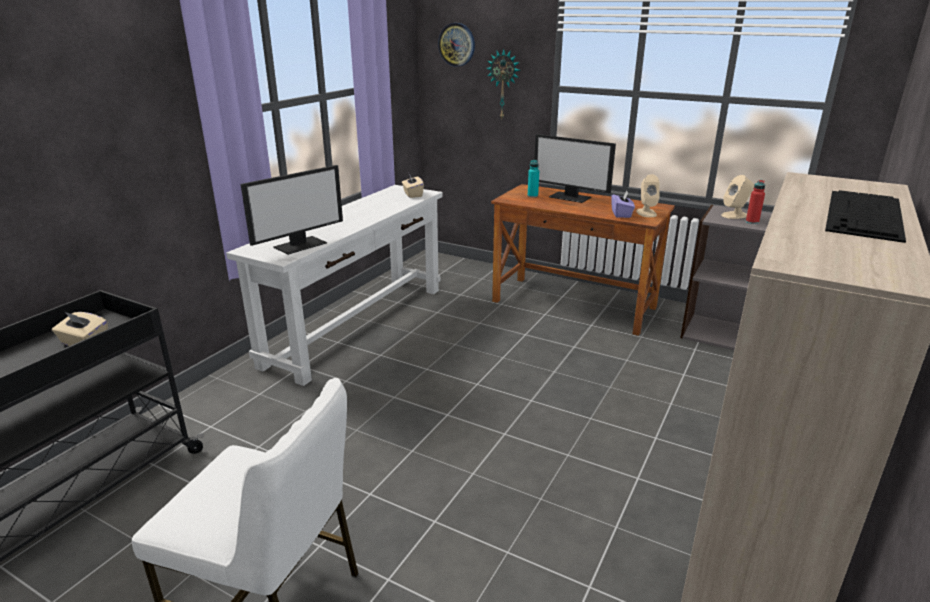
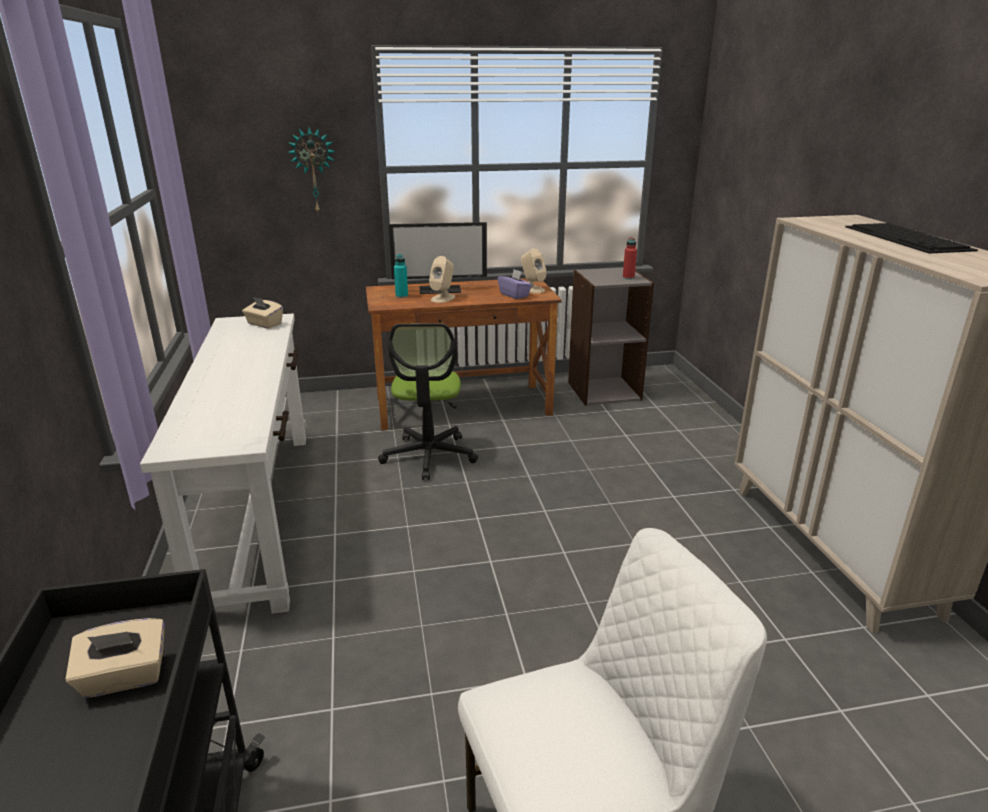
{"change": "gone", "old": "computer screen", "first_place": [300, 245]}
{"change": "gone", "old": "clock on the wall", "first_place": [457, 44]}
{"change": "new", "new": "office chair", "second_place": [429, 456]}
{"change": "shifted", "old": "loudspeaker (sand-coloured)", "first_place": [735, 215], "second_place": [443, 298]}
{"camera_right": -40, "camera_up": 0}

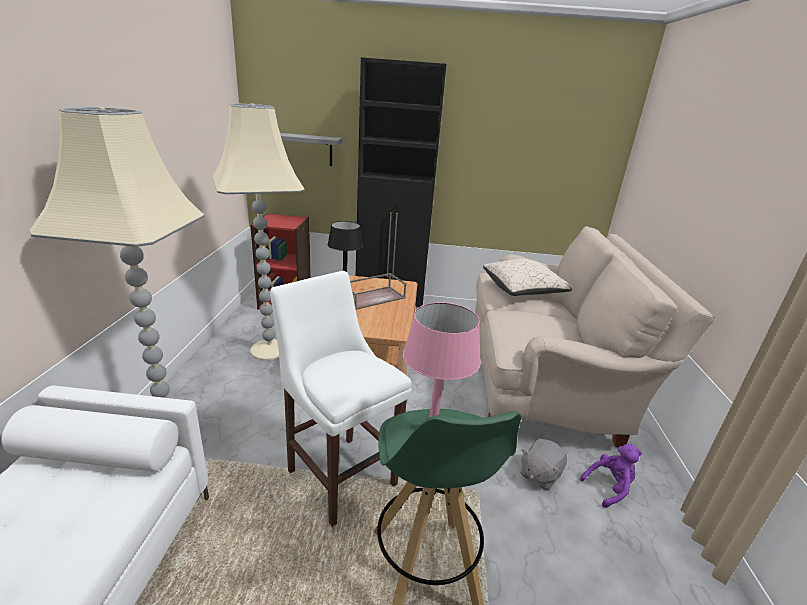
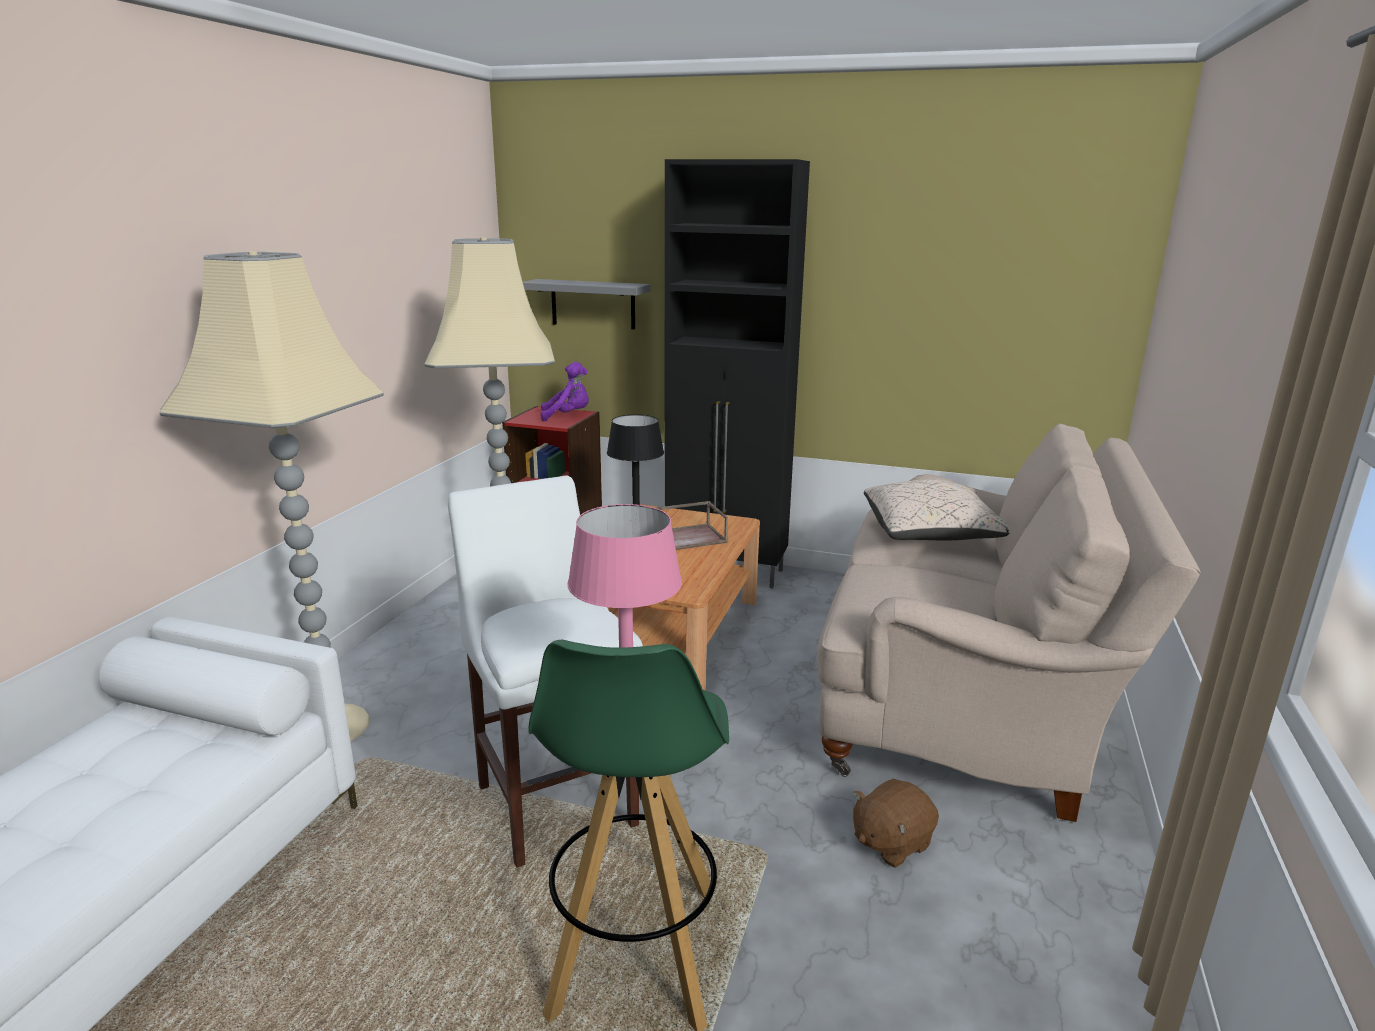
{"change": "shifted", "old": "plush toy (purple-coloured)", "first_place": [609, 487], "second_place": [567, 416]}
{"change": "repainted", "old": "plush toy (greyish)", "new": "plush toy (brownish)", "first_place": [539, 474], "second_place": [890, 842]}
{"camera_right": 15, "camera_up": -5}

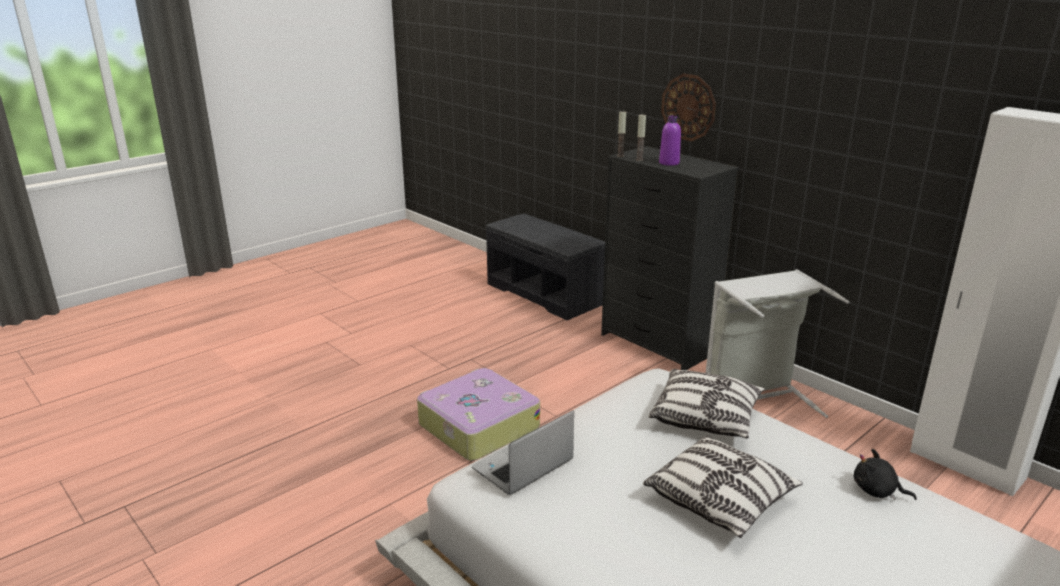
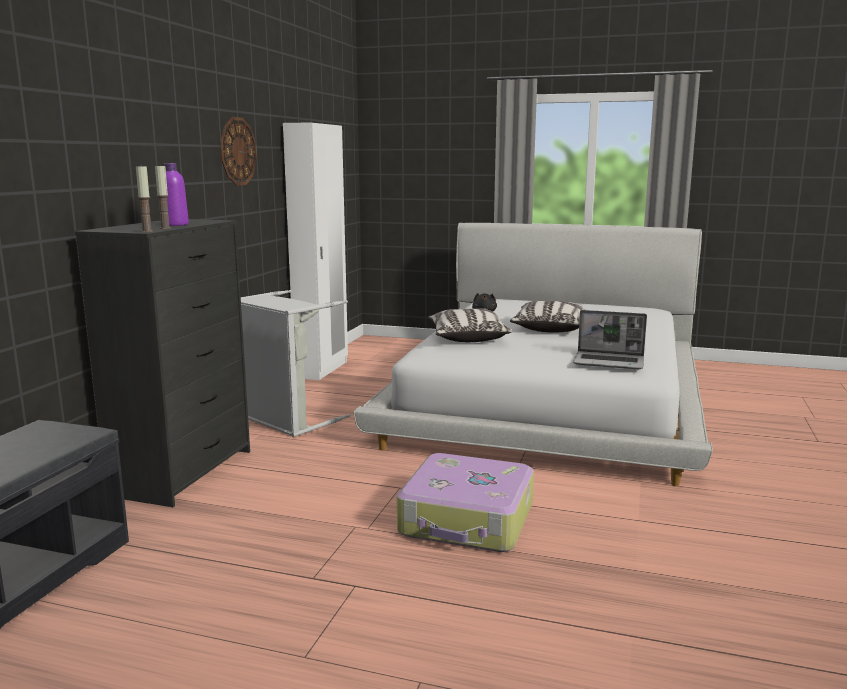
{"change": "shifted", "old": "clock on the wall", "first_place": [688, 107], "second_place": [237, 151]}
{"camera_right": -120, "camera_up": -10}

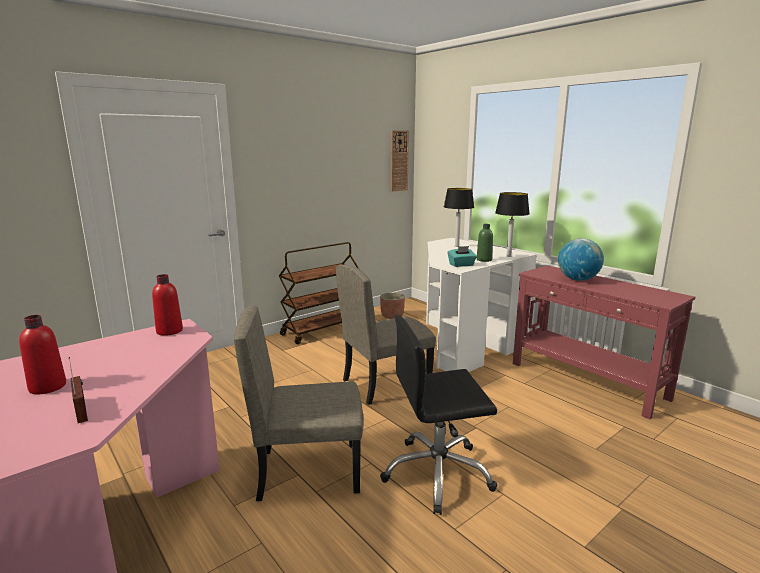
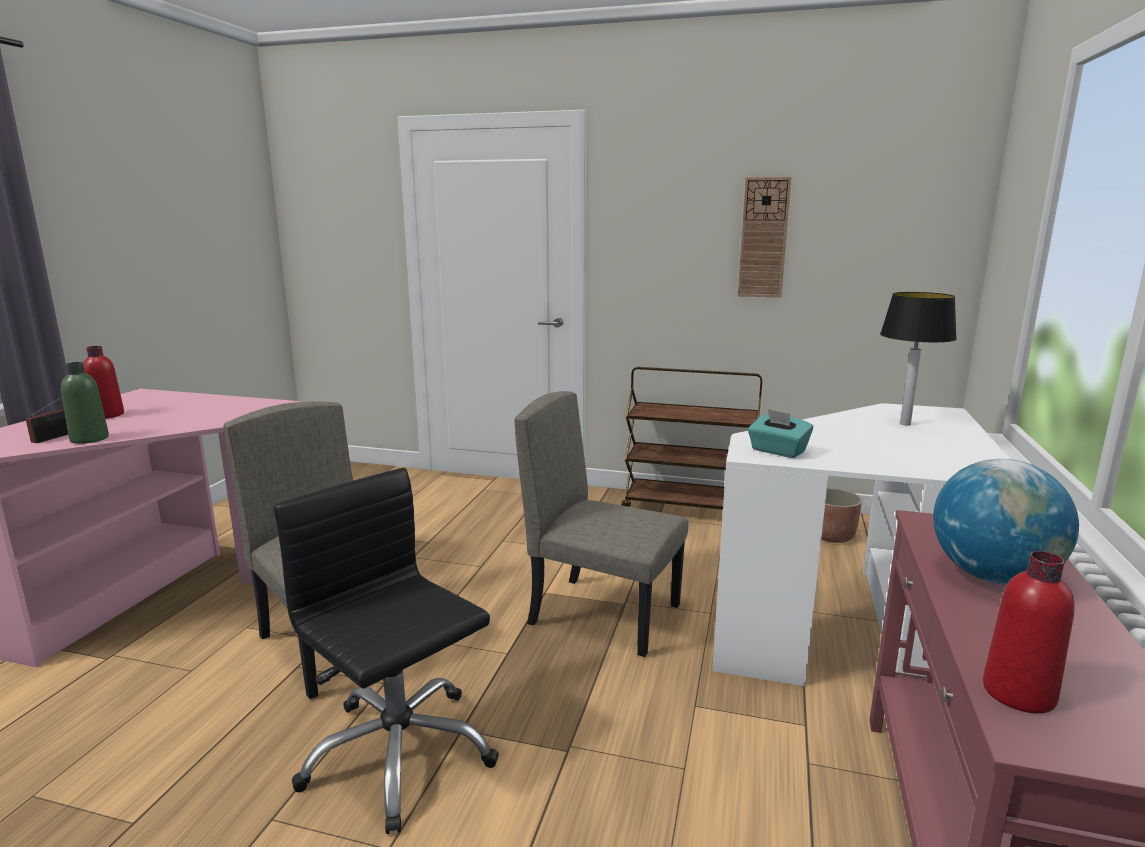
{"change": "gone", "old": "table lamp", "first_place": [508, 256]}
{"change": "shifted", "old": "bottle (red-coloured)", "first_place": [169, 331], "second_place": [1018, 693]}
{"change": "shifted", "old": "clock on the wall", "first_place": [399, 161], "second_place": [763, 238]}
{"change": "shifted", "old": "bottle (greenish)", "first_place": [484, 260], "second_place": [89, 439]}
{"camera_right": 55, "camera_up": 0}

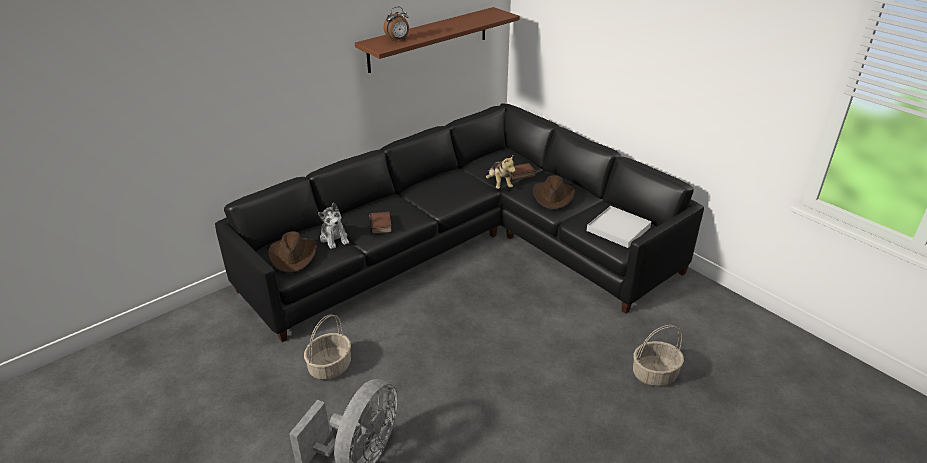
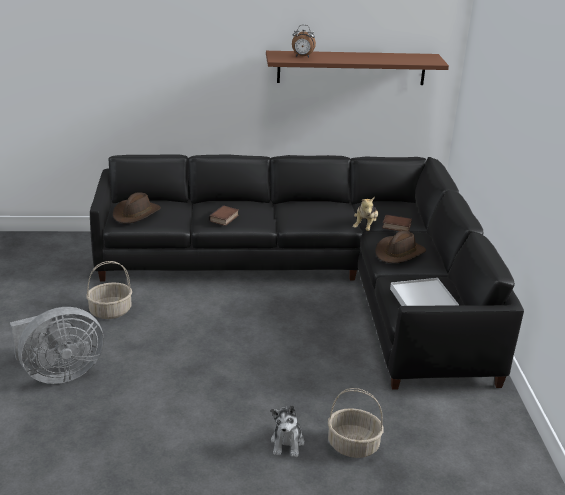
{"change": "shifted", "old": "plush toy", "first_place": [334, 239], "second_place": [287, 443]}
{"camera_right": 35, "camera_up": -5}

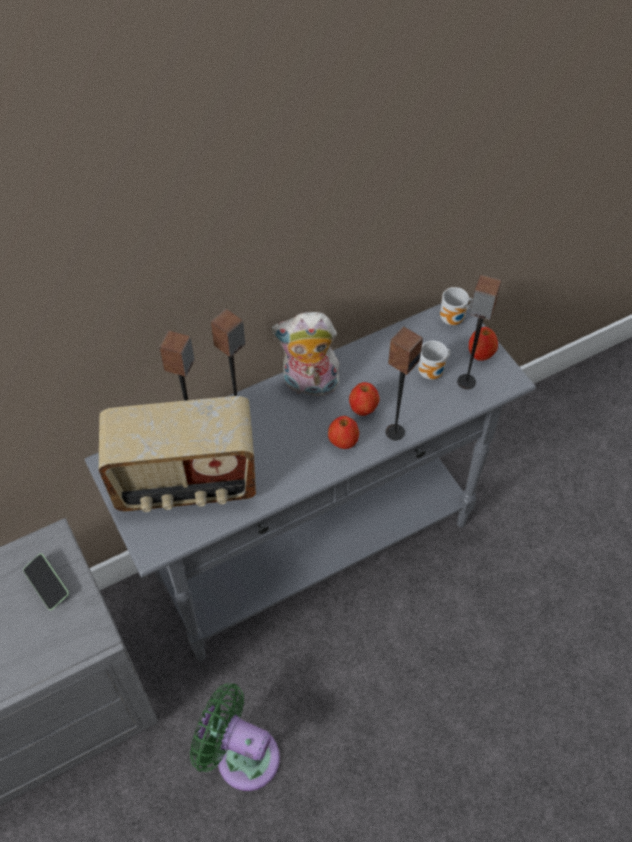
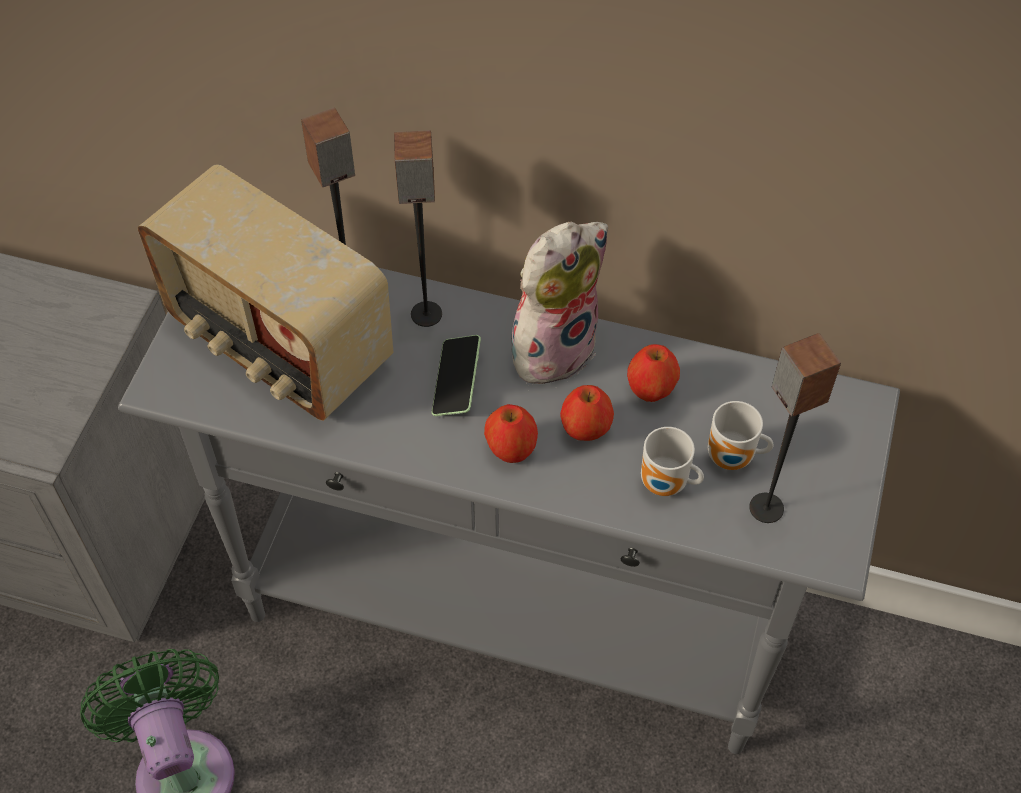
{"change": "gone", "old": "loudspeaker", "first_place": [394, 432]}
{"change": "shifted", "old": "handset", "first_place": [47, 585], "second_place": [456, 382]}
{"change": "shifted", "old": "coffee mug", "first_place": [453, 320], "second_place": [666, 485]}
{"change": "shifted", "old": "apple", "first_place": [480, 354], "second_place": [651, 390]}
{"change": "rotated", "old": "plush toy", "first_place": [309, 385], "second_place": [552, 346], "degrees": 90}
{"camera_right": 45, "camera_up": 0}

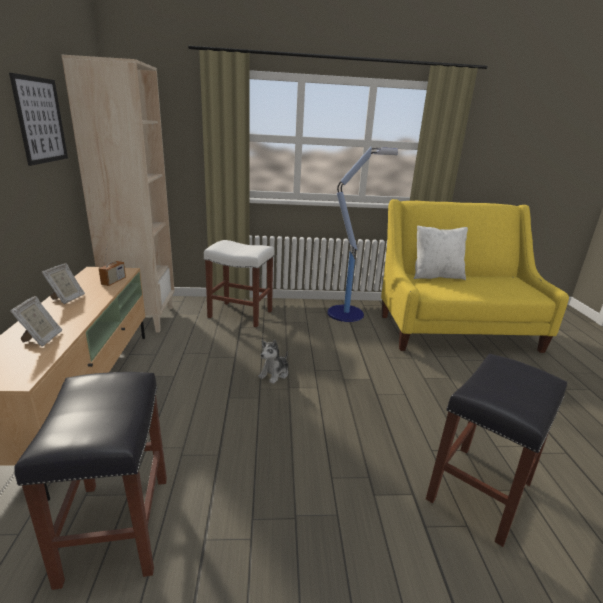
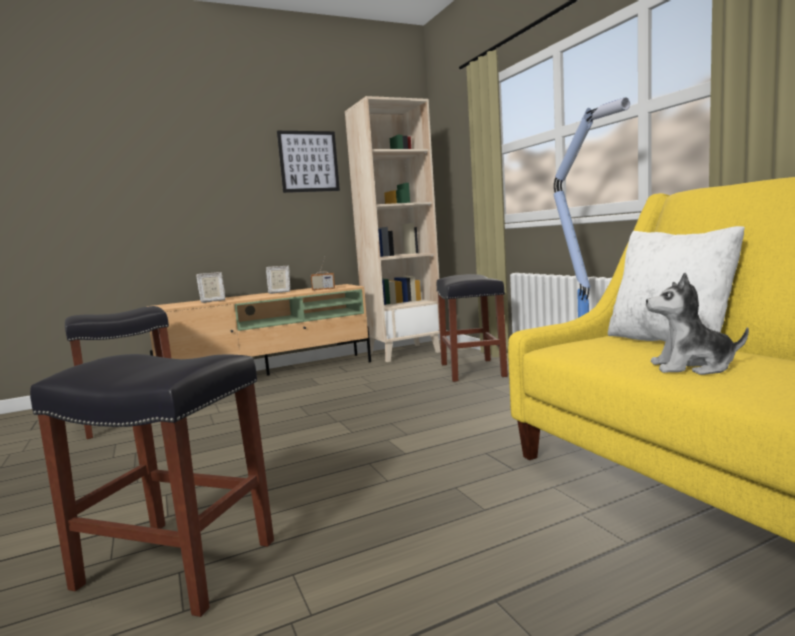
{"change": "shifted", "old": "plush toy", "first_place": [274, 374], "second_place": [692, 367]}
{"change": "repainted", "old": "stool (white)", "new": "stool (blackish)", "first_place": [239, 314], "second_place": [471, 370]}
{"camera_right": 70, "camera_up": -15}

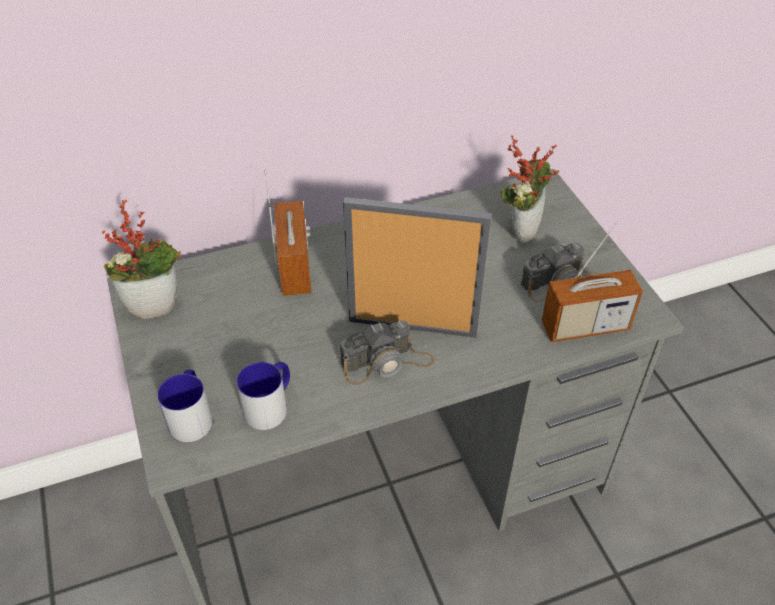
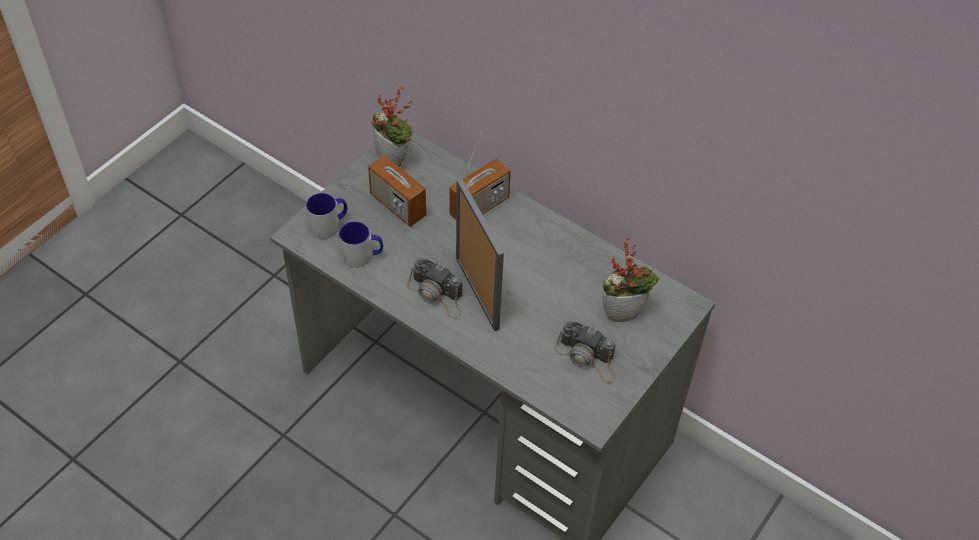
{"change": "shifted", "old": "radio", "first_place": [585, 326], "second_place": [398, 205]}
{"camera_right": 55, "camera_up": 5}

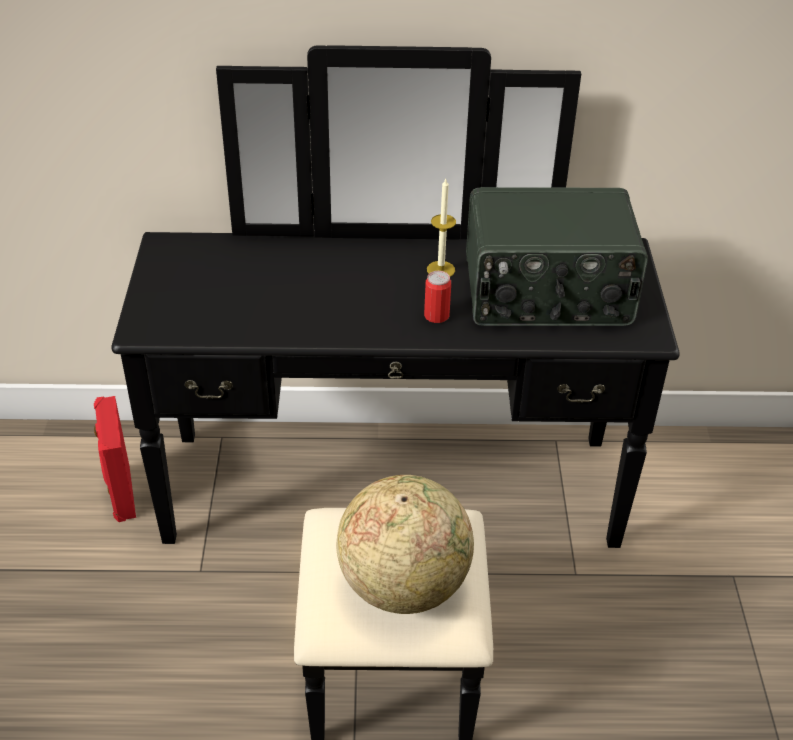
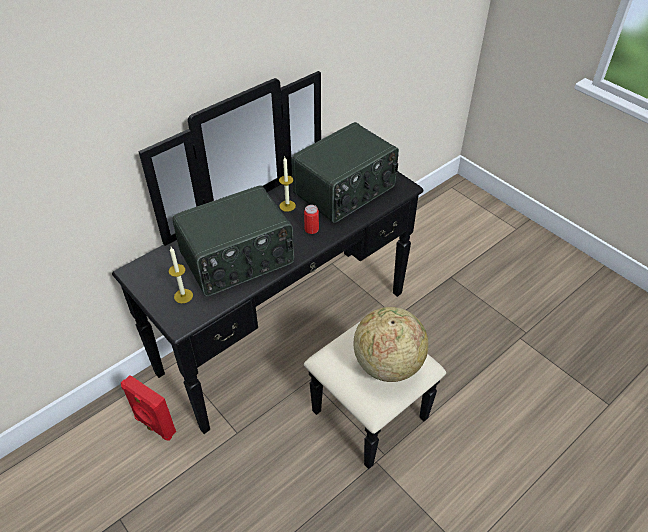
{"change": "new", "new": "wax candle", "second_place": [183, 296]}
{"change": "new", "new": "radio", "second_place": [238, 260]}
{"camera_right": -40, "camera_up": 5}

